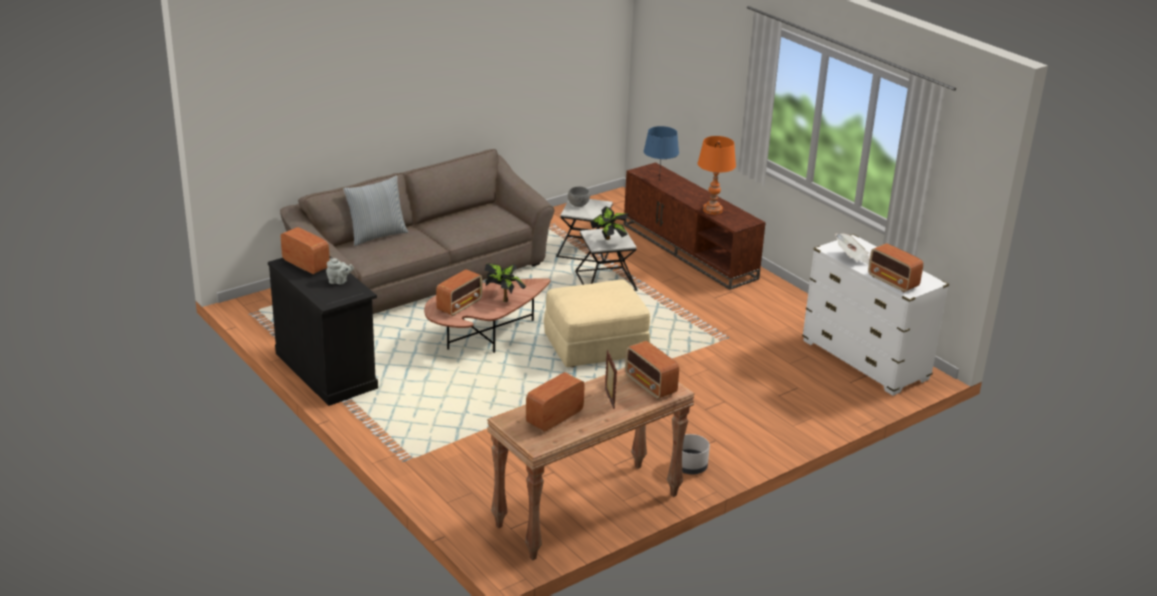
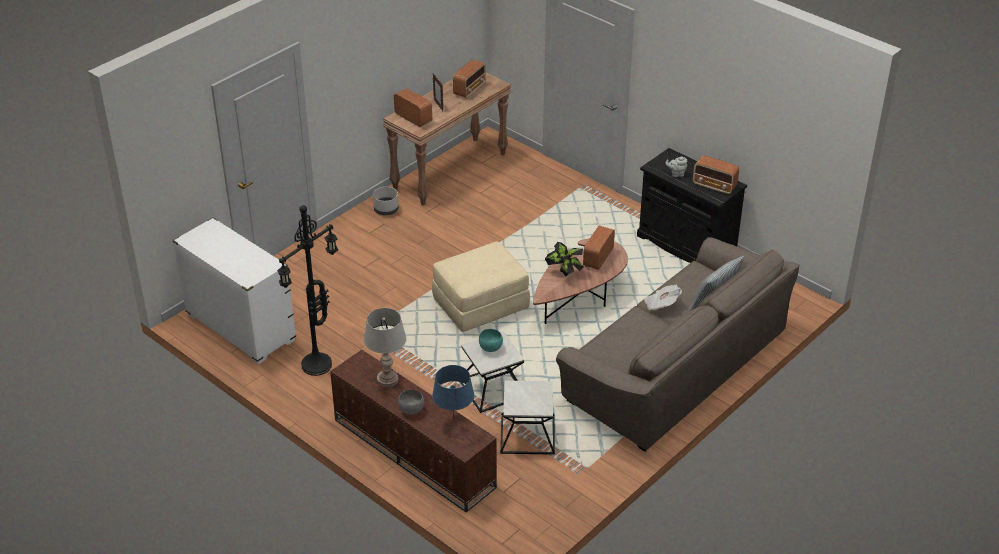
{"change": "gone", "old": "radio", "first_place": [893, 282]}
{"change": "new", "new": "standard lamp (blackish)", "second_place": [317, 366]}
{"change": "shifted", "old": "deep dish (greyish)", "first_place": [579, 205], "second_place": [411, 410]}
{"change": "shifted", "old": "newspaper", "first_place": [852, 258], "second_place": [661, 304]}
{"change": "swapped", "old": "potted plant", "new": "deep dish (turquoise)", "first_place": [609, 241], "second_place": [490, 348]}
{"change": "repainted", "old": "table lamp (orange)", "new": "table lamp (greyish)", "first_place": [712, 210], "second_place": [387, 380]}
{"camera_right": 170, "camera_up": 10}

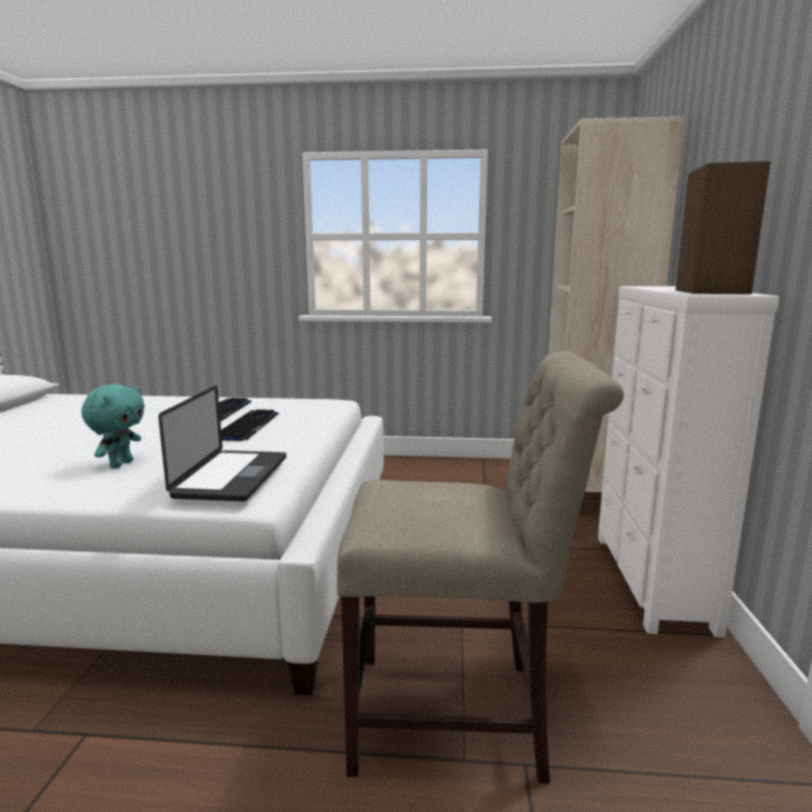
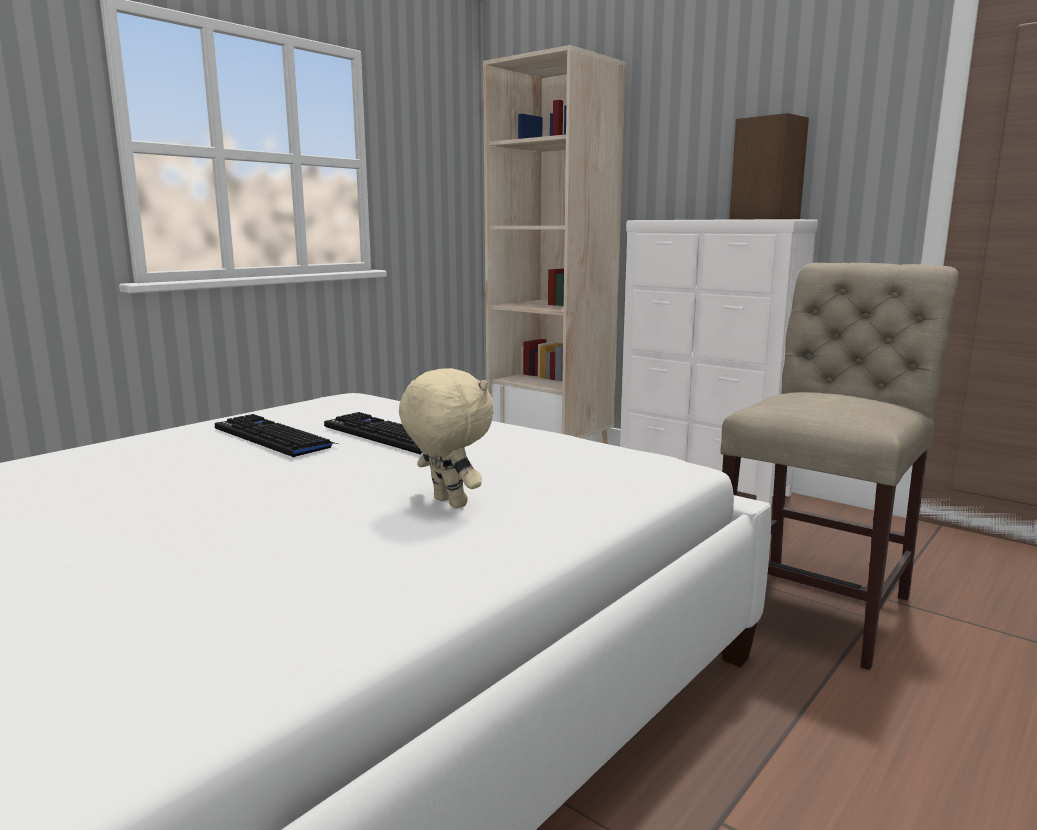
{"change": "gone", "old": "laptop", "first_place": [232, 477]}
{"change": "repainted", "old": "plush toy (turquoise)", "new": "plush toy (sand-coloured)", "first_place": [120, 464], "second_place": [447, 503]}
{"camera_right": -55, "camera_up": 0}

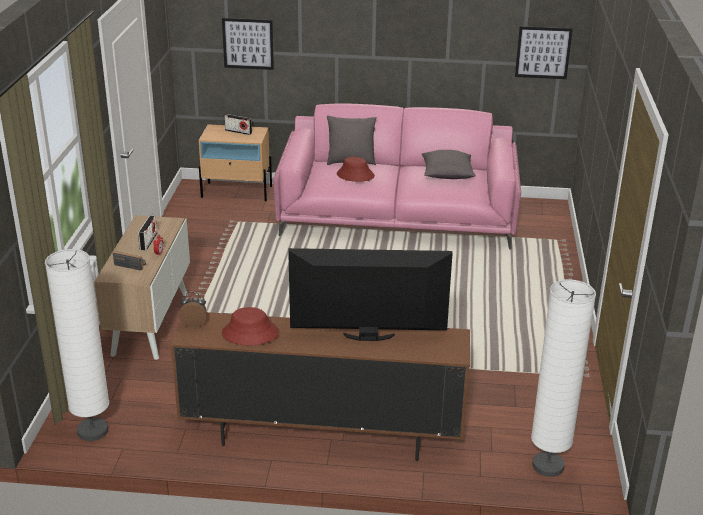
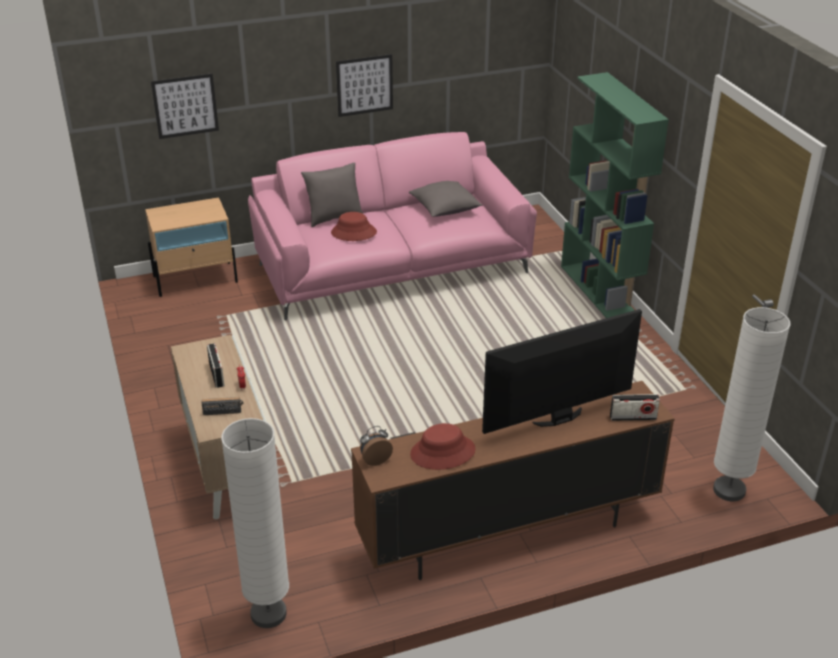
{"change": "new", "new": "bookshelf (greenish)", "second_place": [600, 292]}
{"change": "shifted", "old": "radio", "first_place": [238, 132], "second_place": [633, 417]}
{"change": "shifted", "old": "wall art", "first_place": [543, 52], "second_place": [364, 85]}
{"camera_right": -25, "camera_up": 5}

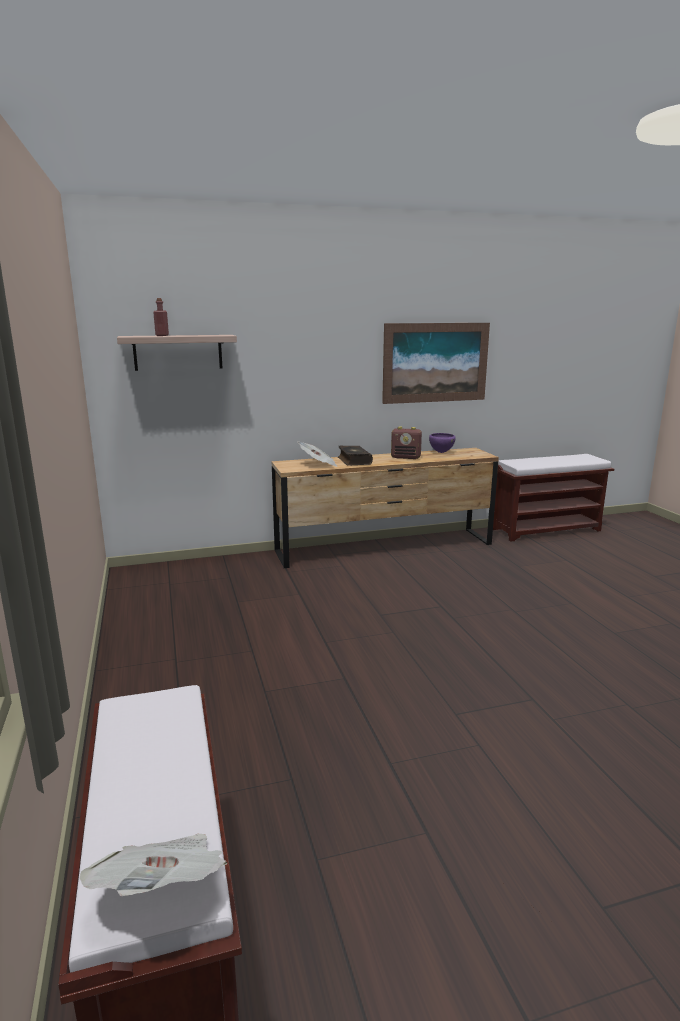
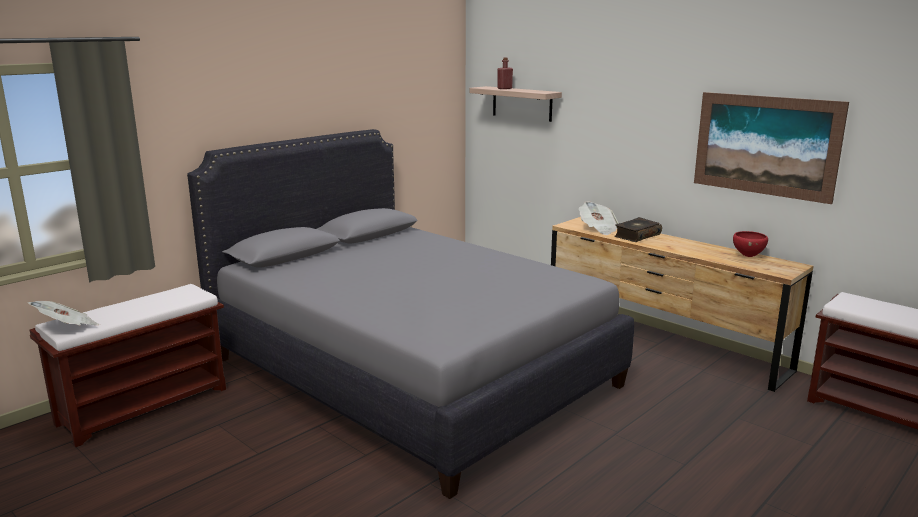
{"change": "gone", "old": "radio", "first_place": [406, 457]}
{"change": "new", "new": "sleeping bed (greyish)", "second_place": [410, 372]}
{"change": "repainted", "old": "deep dish (purple-coloured)", "new": "deep dish (red-coloured)", "first_place": [441, 452], "second_place": [748, 256]}
{"camera_right": 60, "camera_up": 0}

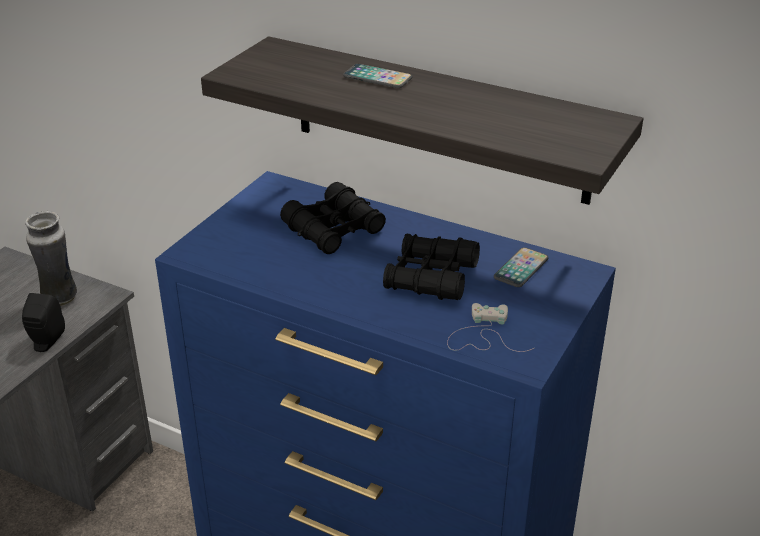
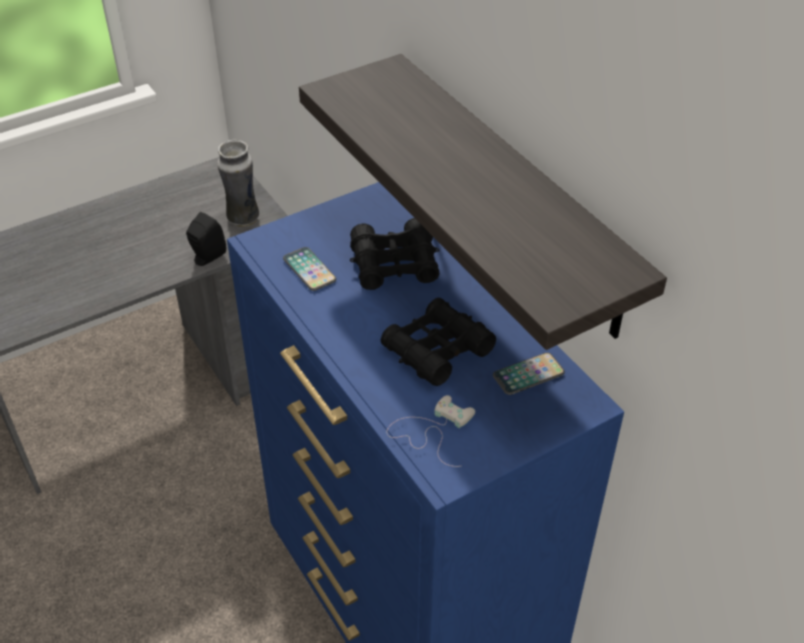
{"change": "shifted", "old": "handset", "first_place": [377, 78], "second_place": [309, 270]}
{"camera_right": 30, "camera_up": 10}

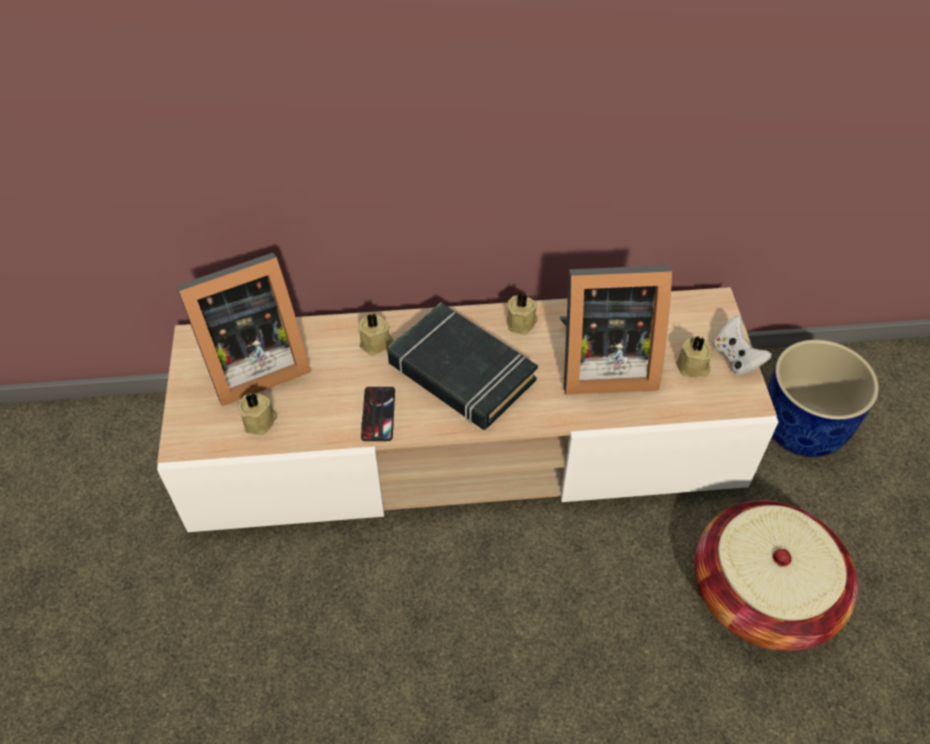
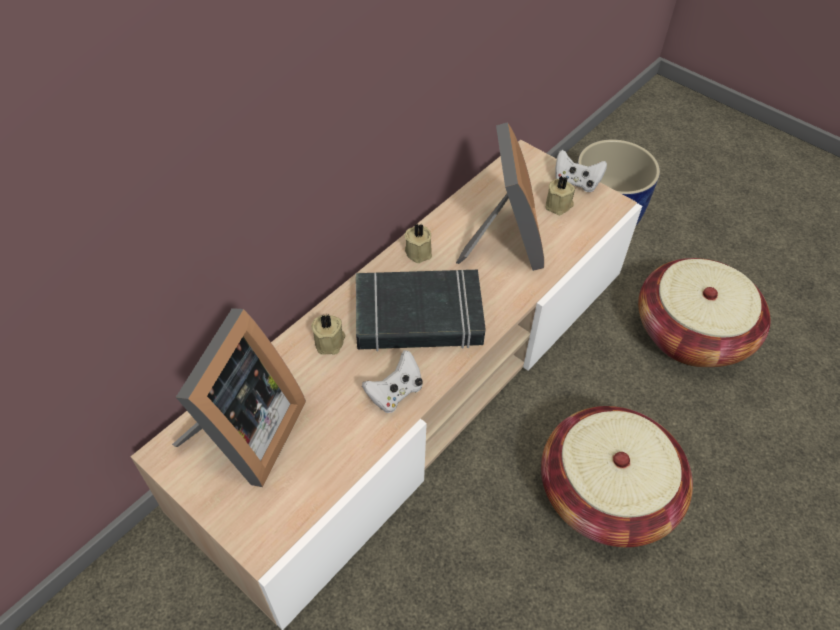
{"change": "gone", "old": "wax candle (sand-coloured)", "first_place": [260, 421]}
{"change": "new", "new": "household basket", "second_place": [606, 493]}
{"change": "swapped", "old": "handset", "new": "game controller (white)", "first_place": [378, 414], "second_place": [395, 393]}
{"change": "rotated", "old": "standing frame", "first_place": [601, 363], "second_place": [503, 242], "degrees": -45}
{"camera_right": -45, "camera_up": 0}

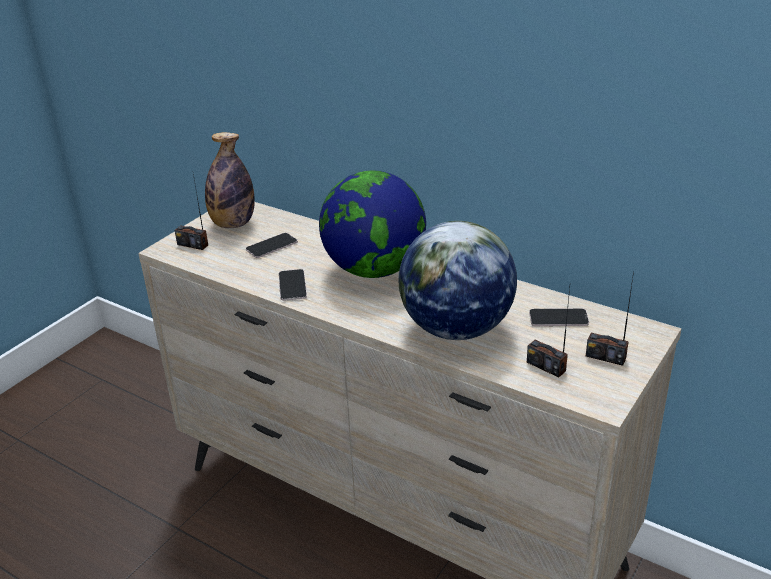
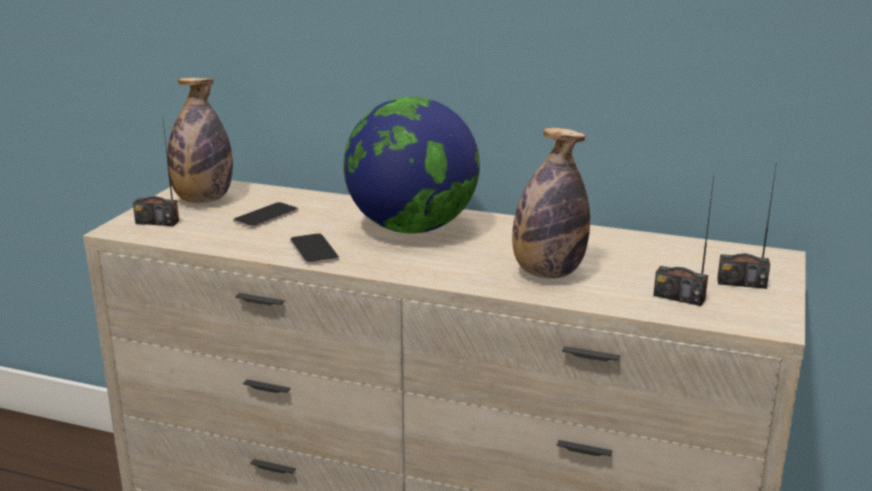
{"change": "gone", "old": "handset", "first_place": [558, 318]}
{"change": "swapped", "old": "world globe", "new": "bottle", "first_place": [456, 329], "second_place": [547, 273]}
{"camera_right": -15, "camera_up": -10}

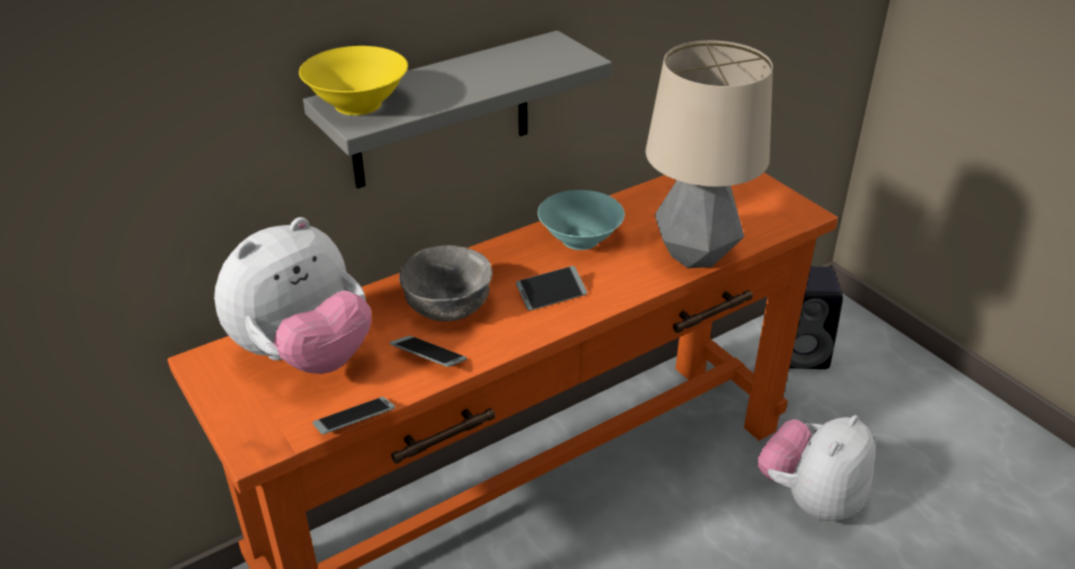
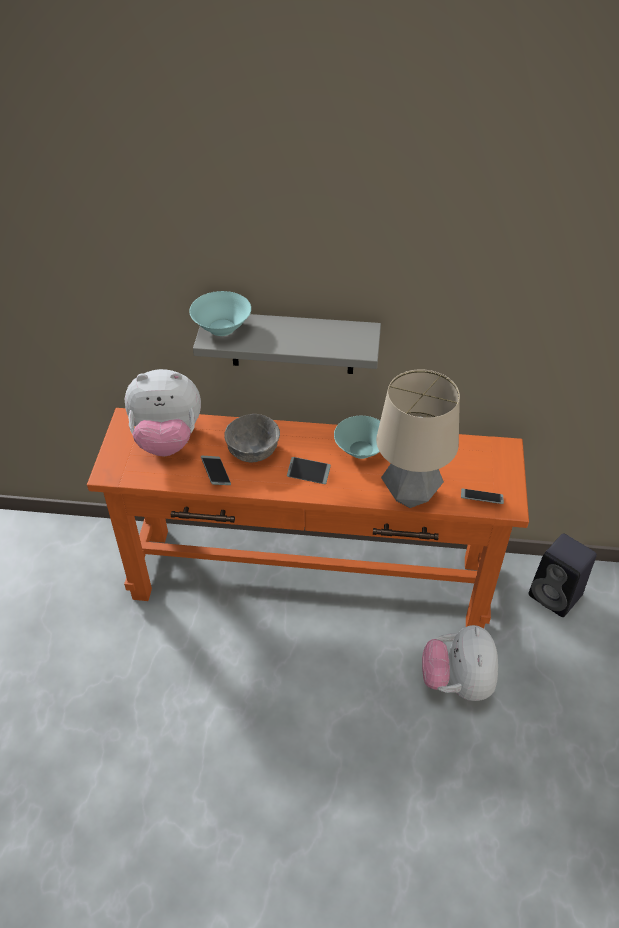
{"change": "shifted", "old": "handset", "first_place": [354, 421], "second_place": [481, 499]}
{"change": "repainted", "old": "deep dish (yellow)", "new": "deep dish (turquoise)", "first_place": [359, 104], "second_place": [222, 328]}
{"change": "rotated", "old": "plush toy", "first_place": [810, 498], "second_place": [457, 682], "degrees": -75}
{"camera_right": 40, "camera_up": 10}

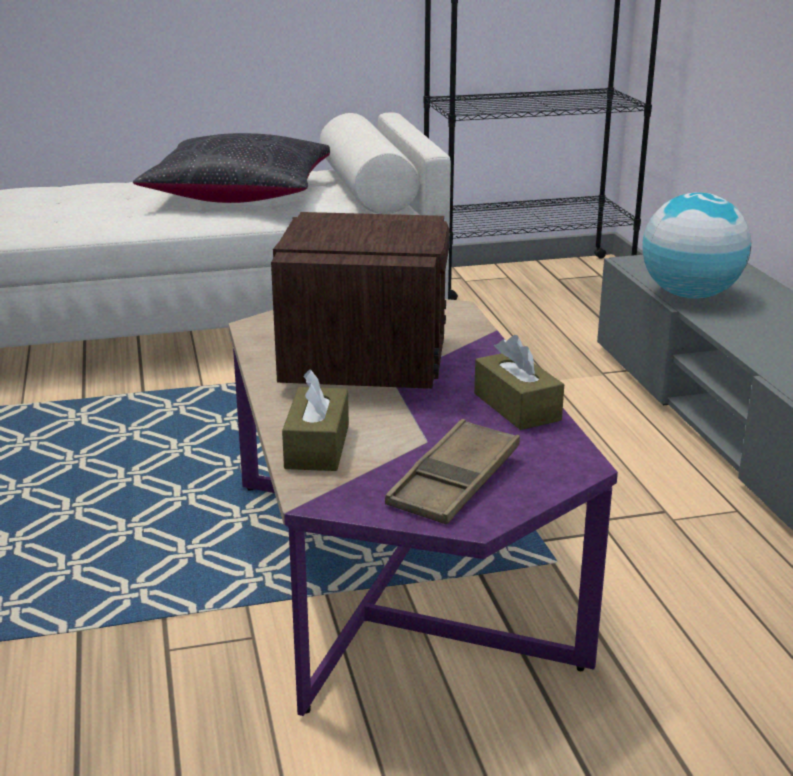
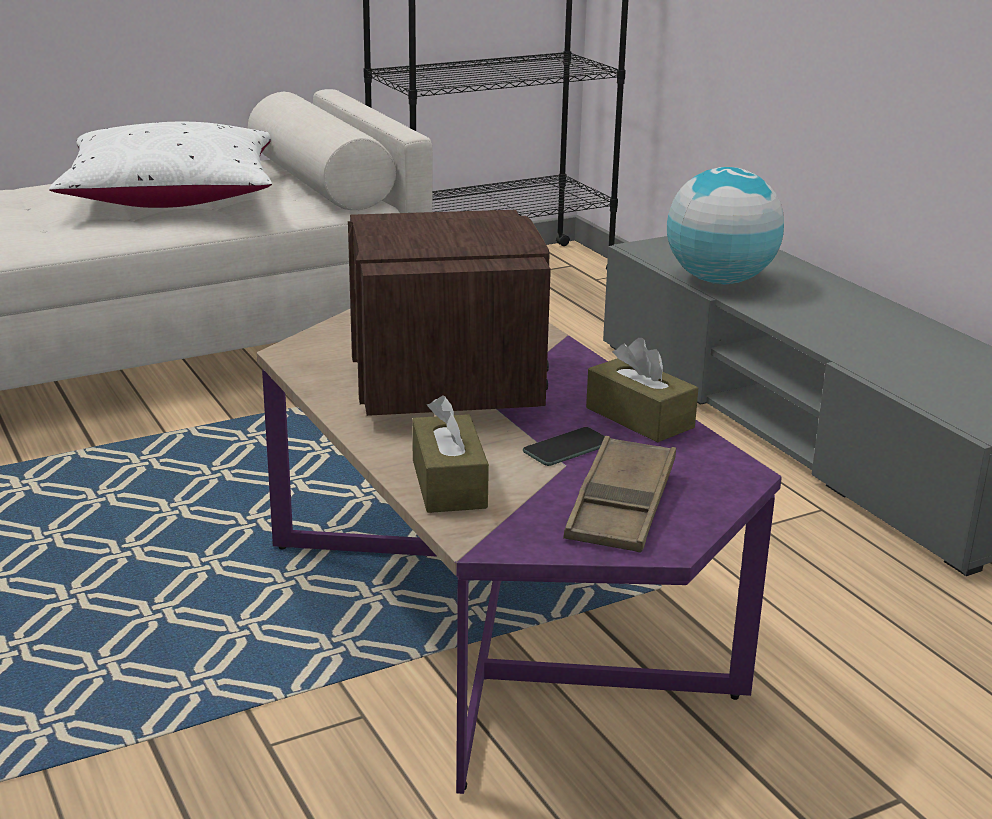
{"change": "new", "new": "handset", "second_place": [567, 448]}
{"change": "repainted", "old": "cushion (blackish)", "new": "cushion (white)", "first_place": [240, 194], "second_place": [172, 196]}
{"camera_right": -15, "camera_up": 0}

